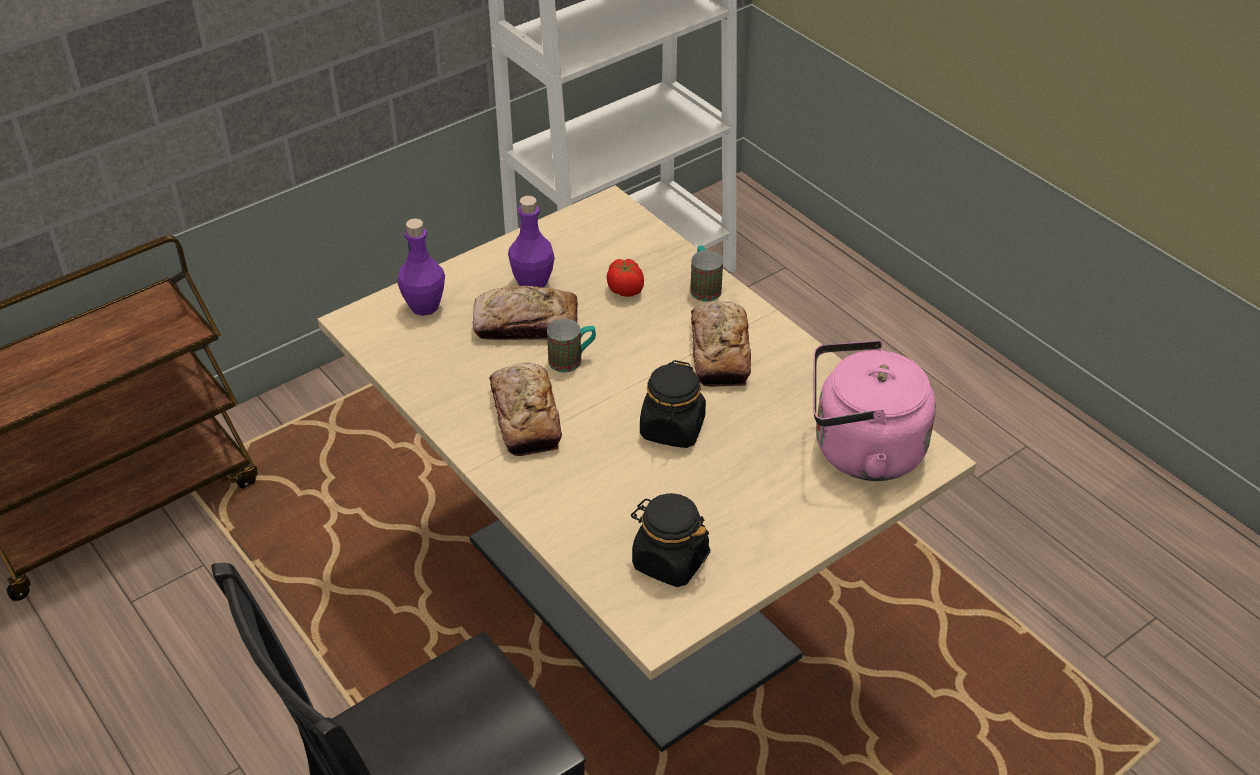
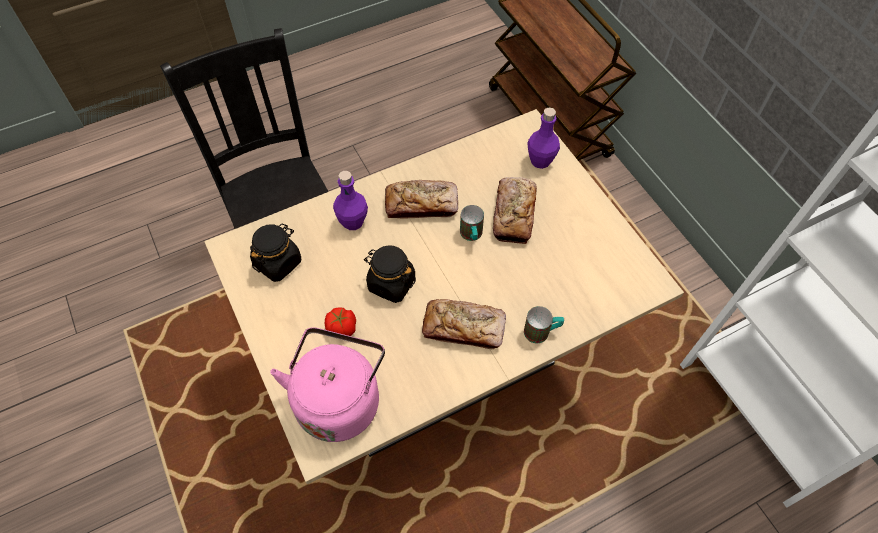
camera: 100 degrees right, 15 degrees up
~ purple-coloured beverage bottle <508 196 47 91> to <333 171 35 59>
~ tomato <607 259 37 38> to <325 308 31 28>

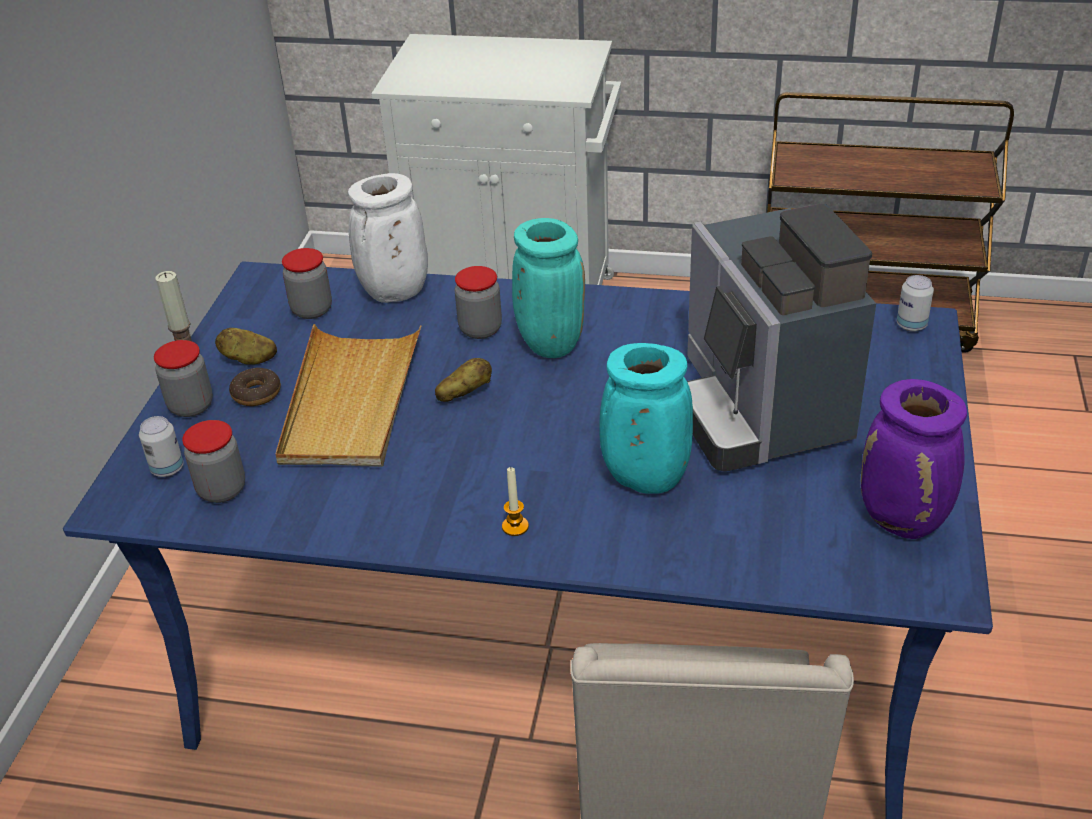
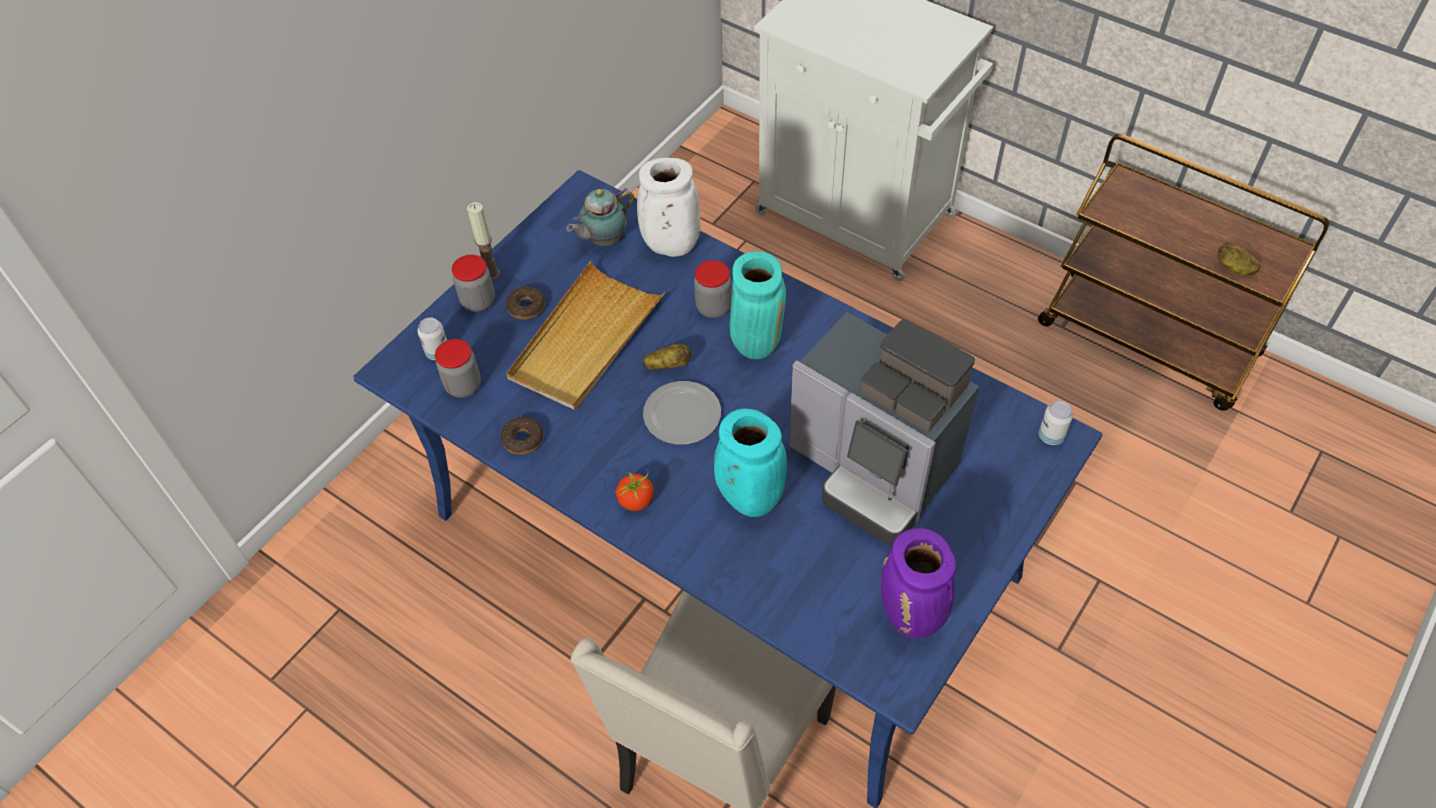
camera: 25 degrees right, 15 degrees up
~ potato <215 328 62 37> to <1218 243 42 33>
~ storage jar <282 248 50 71> to pot for tea <566 188 68 58>
~ wax light <502 467 27 69> to tomato <614 471 40 40>
~ coffee maker <687 204 189 267> = <789 312 190 234> 60 degrees counterclockwise
+ ring doughnut <501 417 43 38>
+ plate <643 381 78 64>

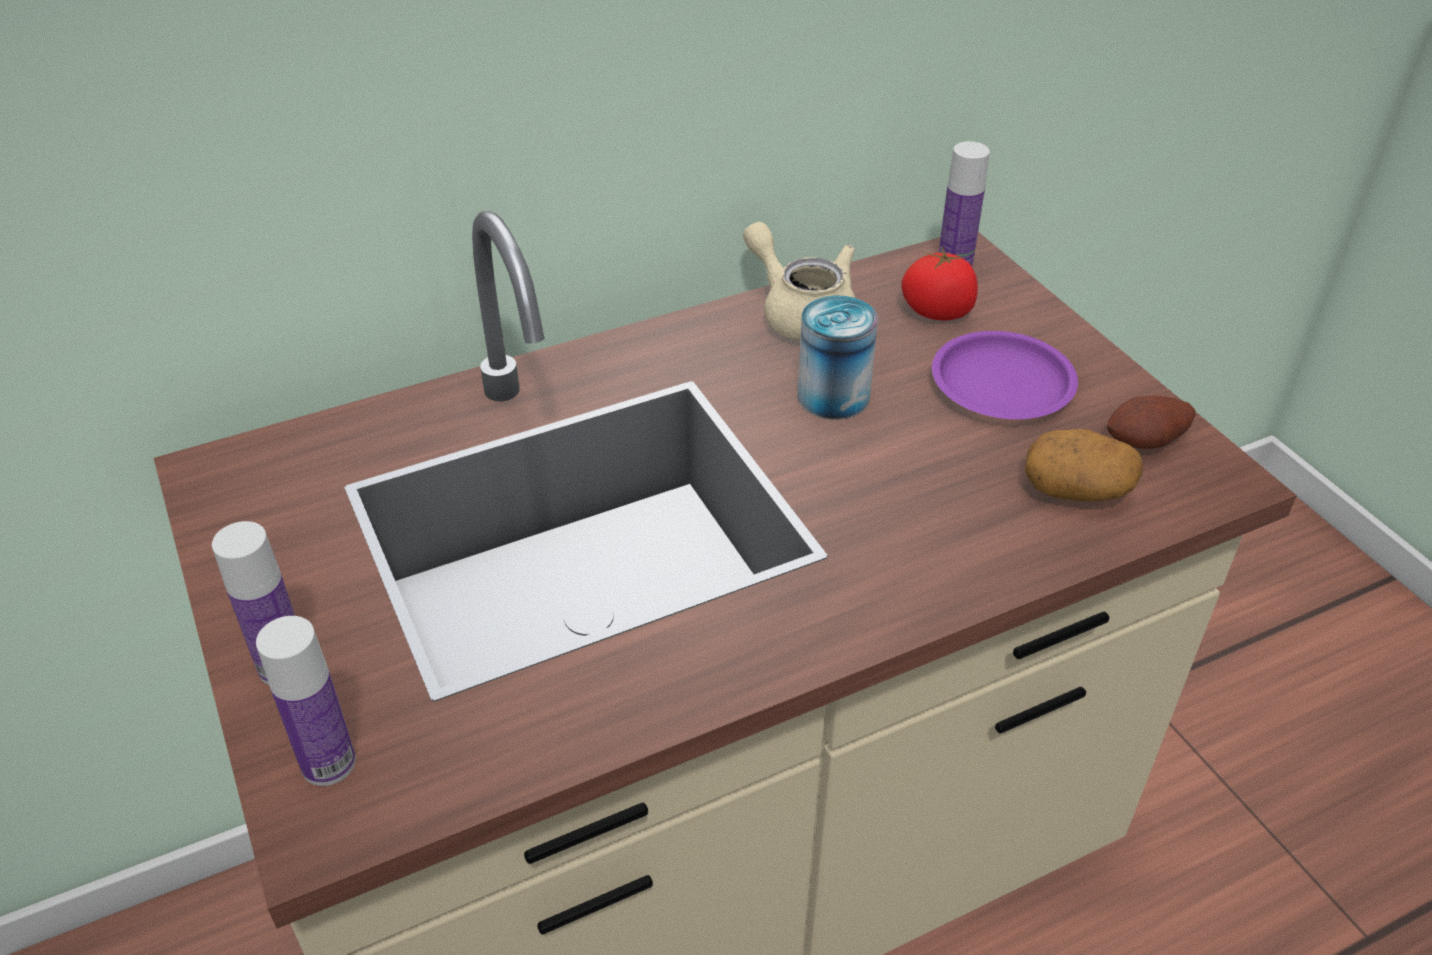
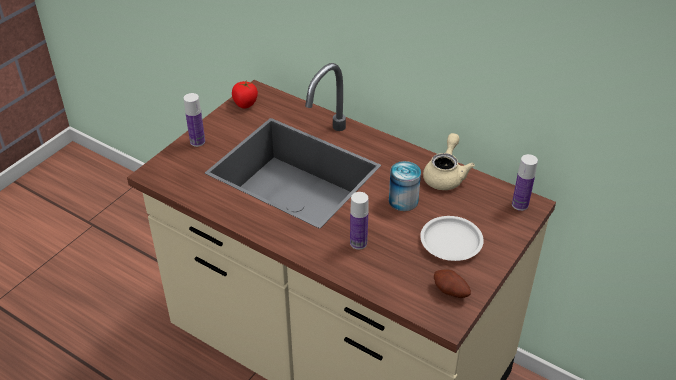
camera: 60 degrees right, 0 degrees up
~ beverage bottle <256 616 100 170> to <350 192 18 58>
~ tomato <901 247 77 73> to <232 80 26 28>
~ purple-coloured plate <932 331 146 88> to white plate <420 216 64 45>
- potato <1025 429 118 72>

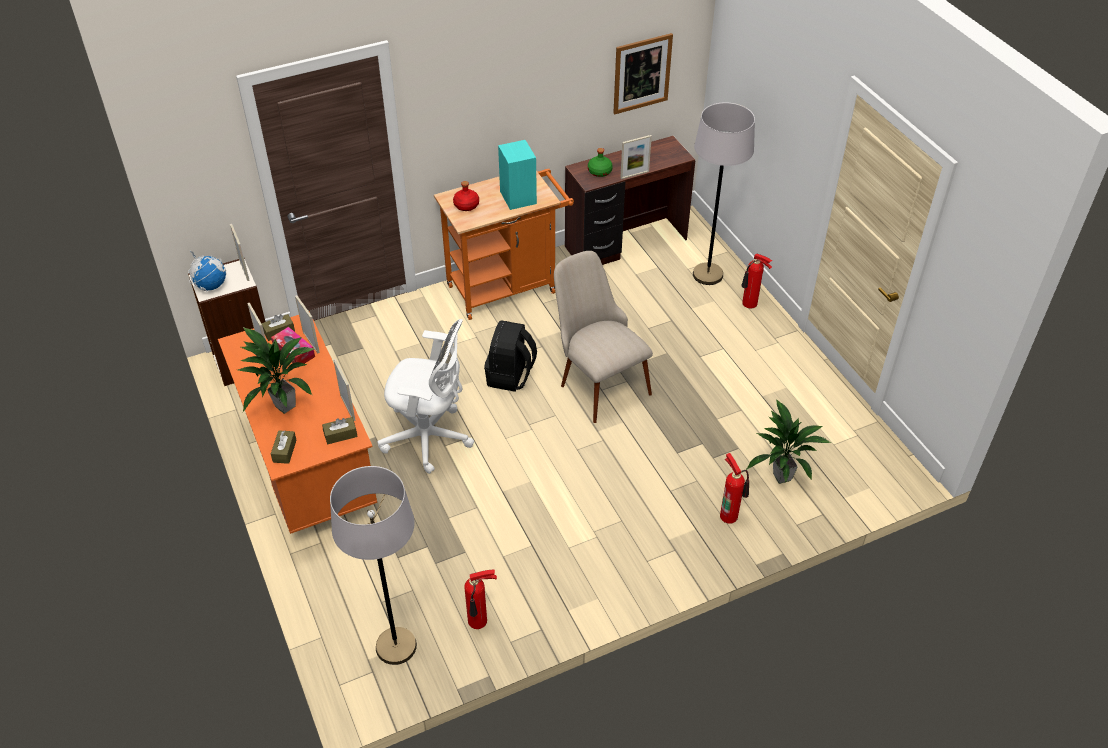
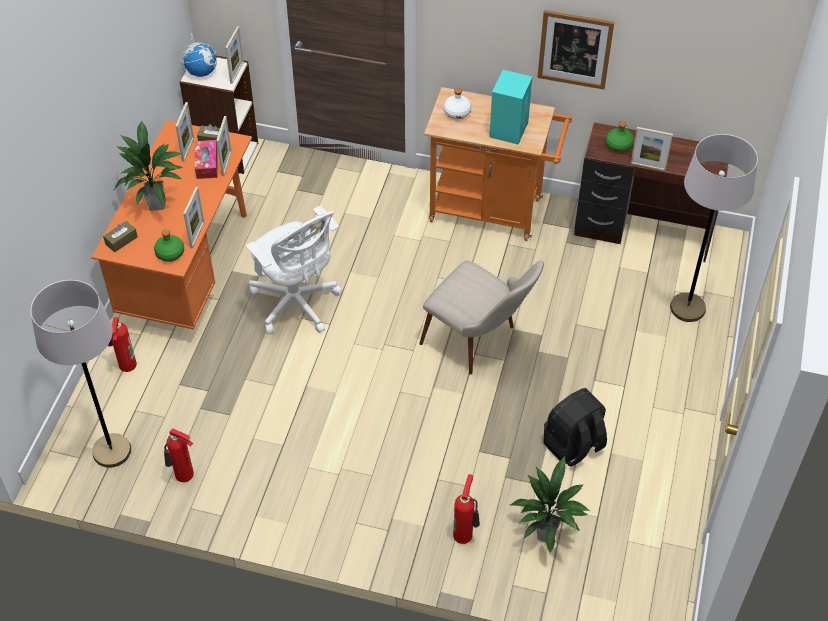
camera: 40 degrees right, 5 degrees up
~ brown tissue holder <322 417 35 27> to green beverage bottle <154 229 30 33>
~ red beverage bottle <453 181 26 30> to white beverage bottle <444 88 27 31>
~ black knapsack <484 320 53 72> to <544 388 63 79>
~ beige upright chair <554 251 99 172> = <419 260 125 115> 120 degrees clockwise
~ wall art <613 33 60 81> to <537 10 77 79>
~ extinguisher <741 254 31 55> to <108 317 29 55>

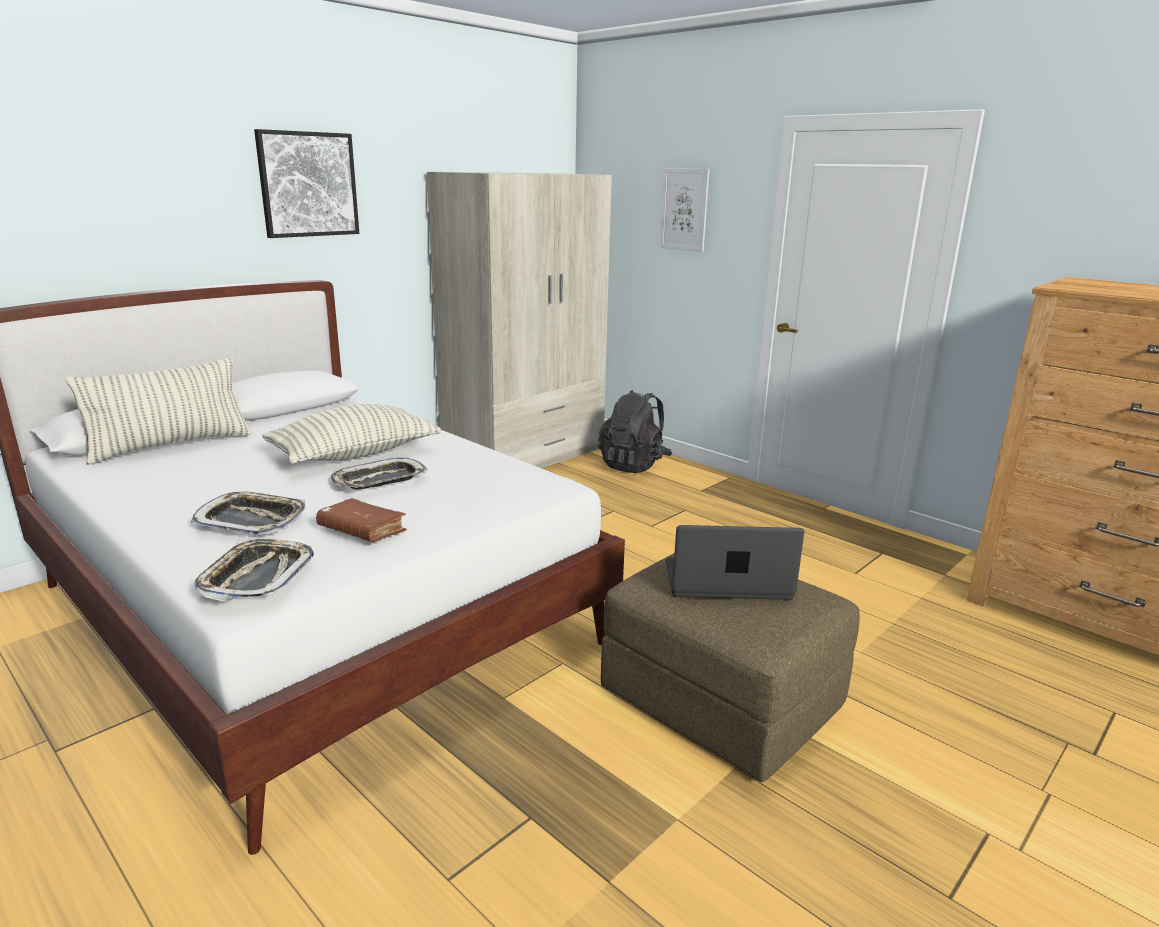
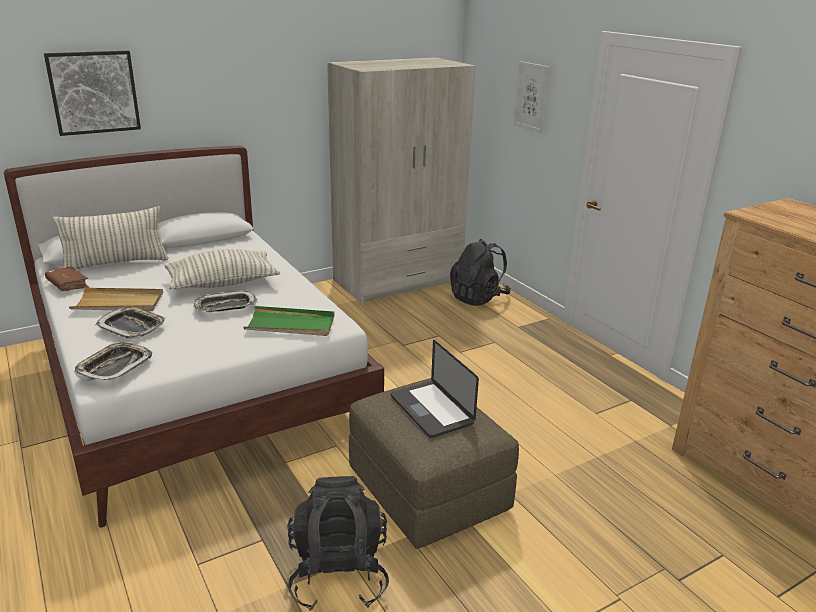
camera: 15 degrees right, 5 degrees up
~ wall art <254 129 105 109> to <44 51 97 85>
~ brown bound book <316 498 91 44> to <45 267 44 24>
~ laptop <666 525 138 75> = <390 340 89 98> 135 degrees counterclockwise
+ beige serving tray <69 288 94 23>
+ green serving tray <243 306 92 30>
+ black knapsack <287 476 102 135>

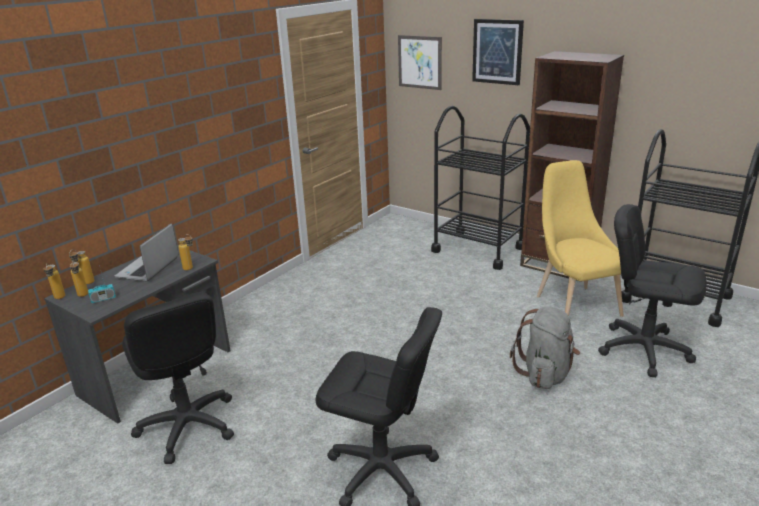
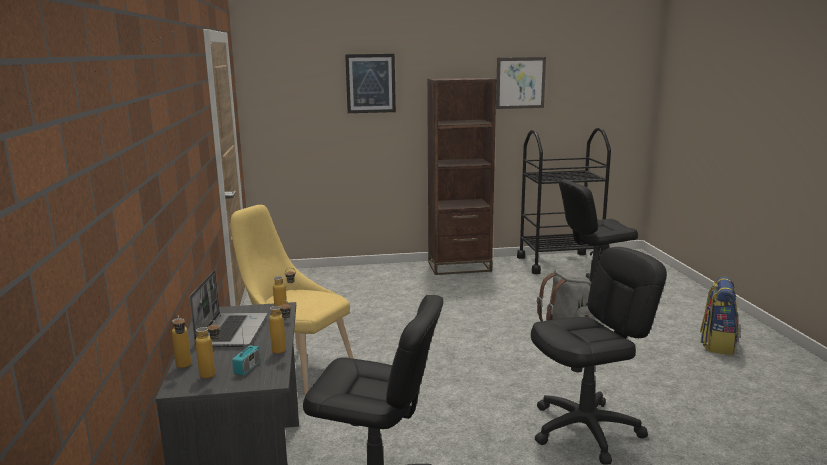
camera: 45 degrees left, 10 degrees down
~ beverage bottle <44 263 21 36> to <269 300 22 54>
~ laptop <114 223 65 58> = <190 270 77 77> 150 degrees counterclockwise
~ wall art <398 35 44 55> to <496 57 50 52>
- black cart <431 106 99 164>
~ yellow upright chair <537 160 87 157> to <231 205 122 190>
+ knapsack <700 277 39 78>

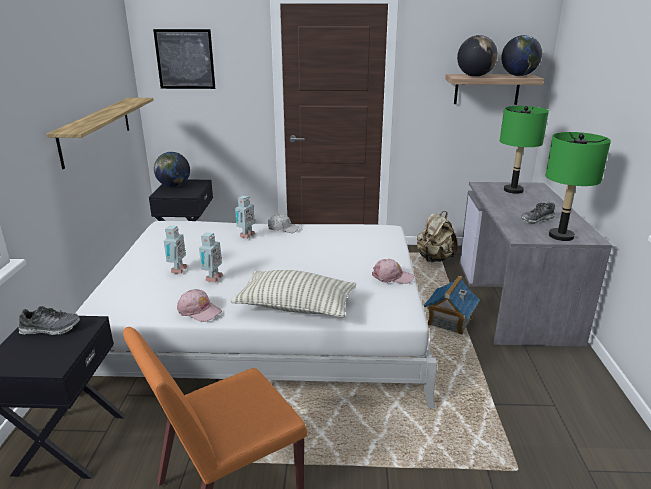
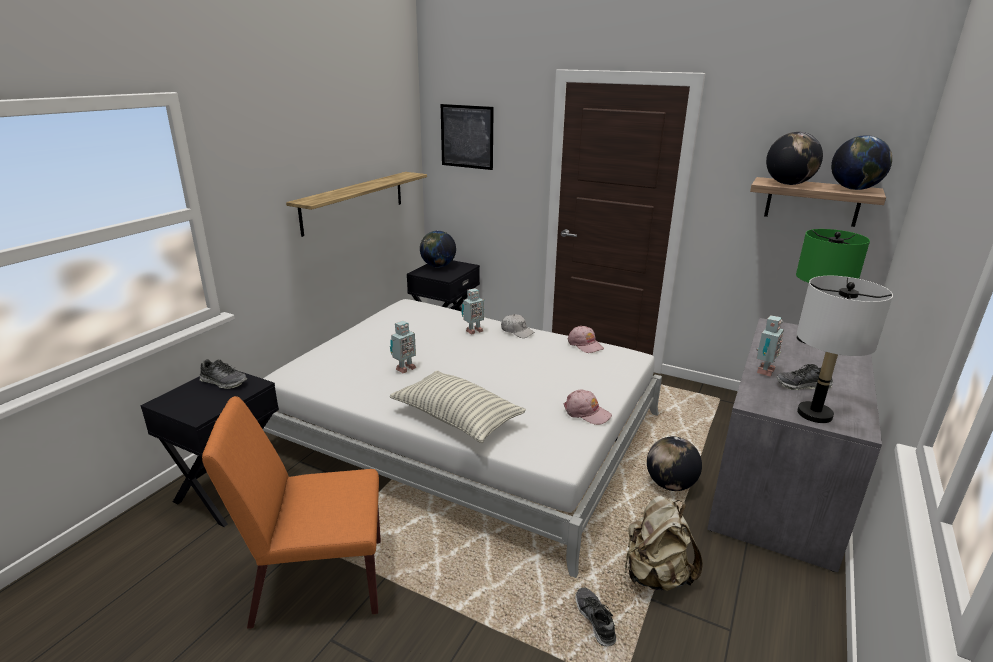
camera: 25 degrees right, 0 degrees up
~ model robot <164 226 23 48> to <756 315 28 62>
~ pinkish baseball cap <177 289 45 33> to <568 326 36 27>
~ beige knapsack <417 211 41 51> to <624 495 79 96>
~ model house <424 276 56 59> to globe <647 436 55 55>
~ green table lamp <546 132 65 109> to white table lamp <797 276 96 147>
+ shoe <576 587 40 59>

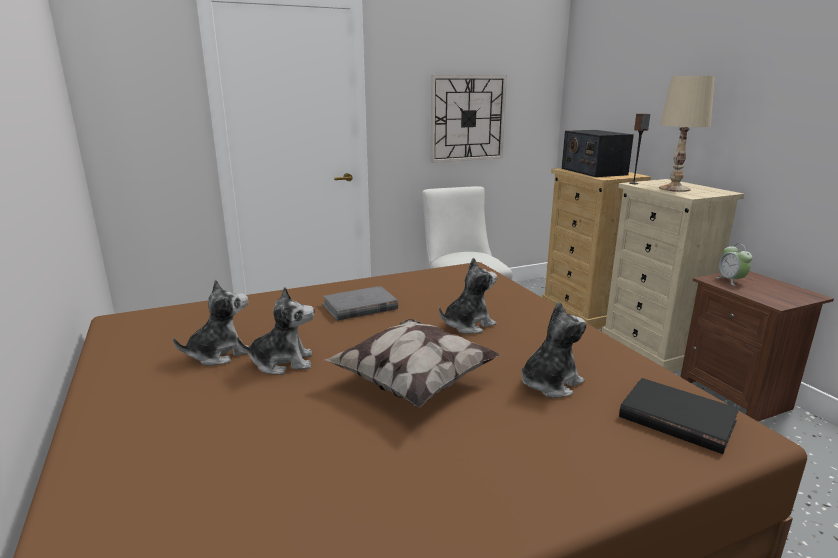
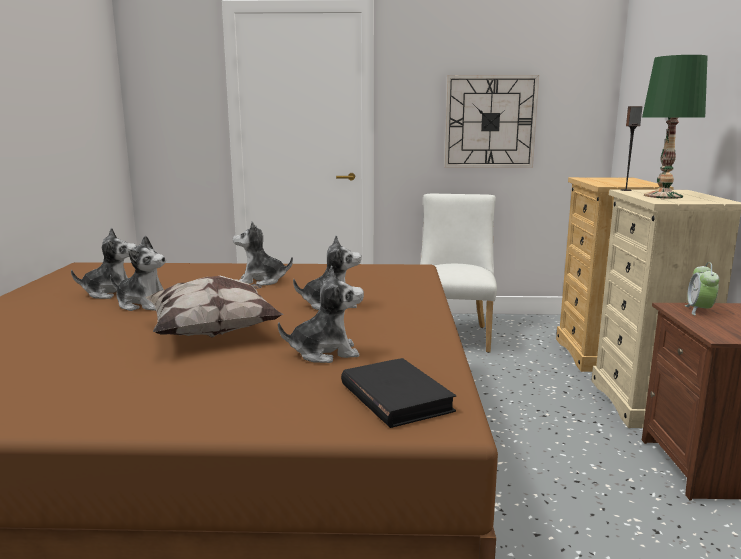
camera: 25 degrees right, 5 degrees down
~ grey bound book <322 286 76 35> to cuddly toy <233 221 60 65>
- radio <562 130 72 47>
~ beige table lamp <659 76 56 116> to green table lamp <642 55 66 144>

